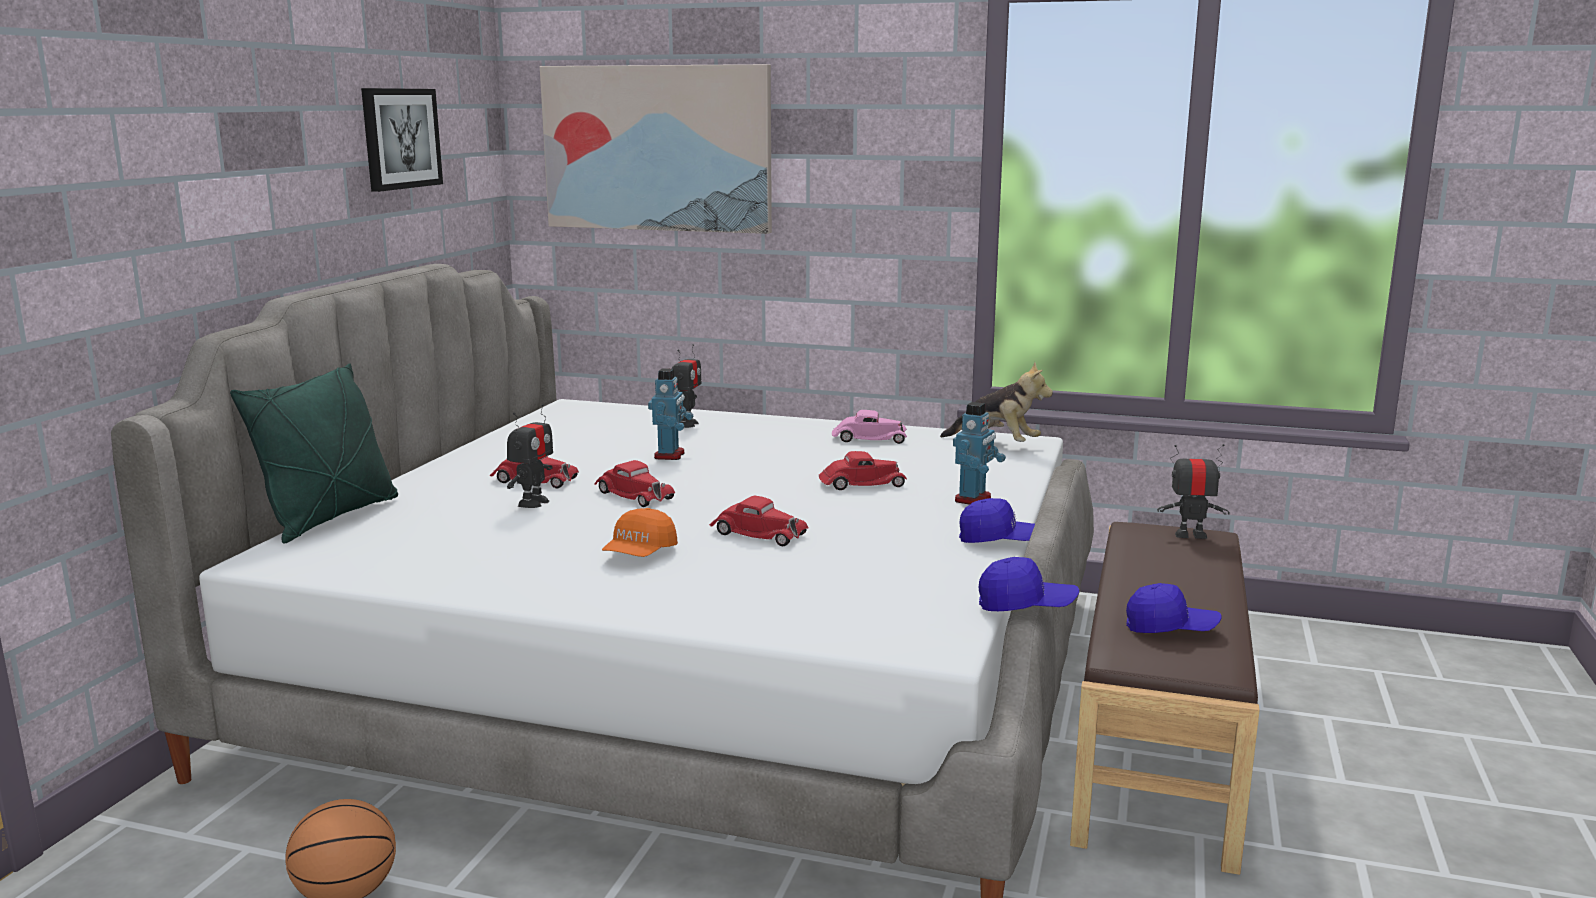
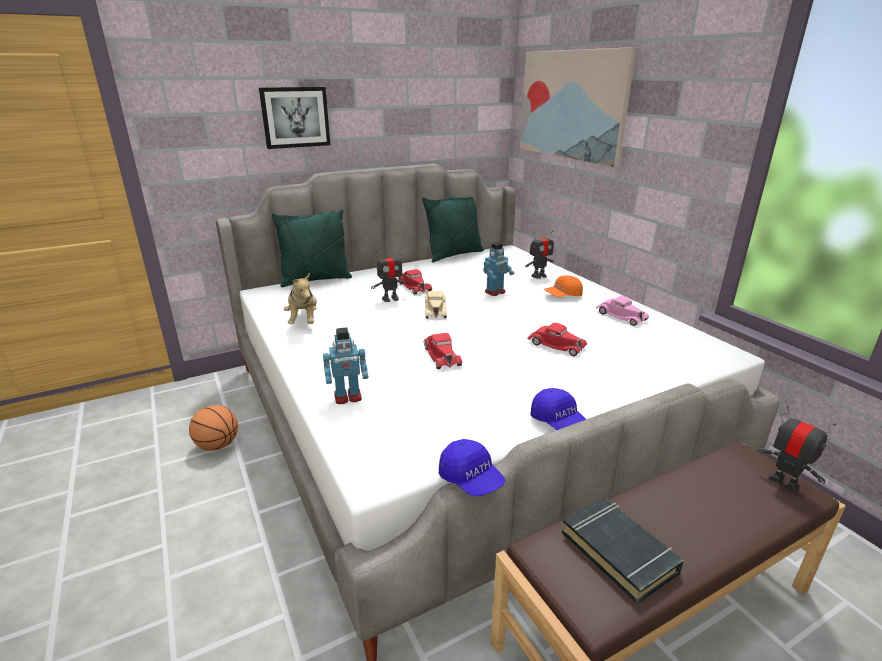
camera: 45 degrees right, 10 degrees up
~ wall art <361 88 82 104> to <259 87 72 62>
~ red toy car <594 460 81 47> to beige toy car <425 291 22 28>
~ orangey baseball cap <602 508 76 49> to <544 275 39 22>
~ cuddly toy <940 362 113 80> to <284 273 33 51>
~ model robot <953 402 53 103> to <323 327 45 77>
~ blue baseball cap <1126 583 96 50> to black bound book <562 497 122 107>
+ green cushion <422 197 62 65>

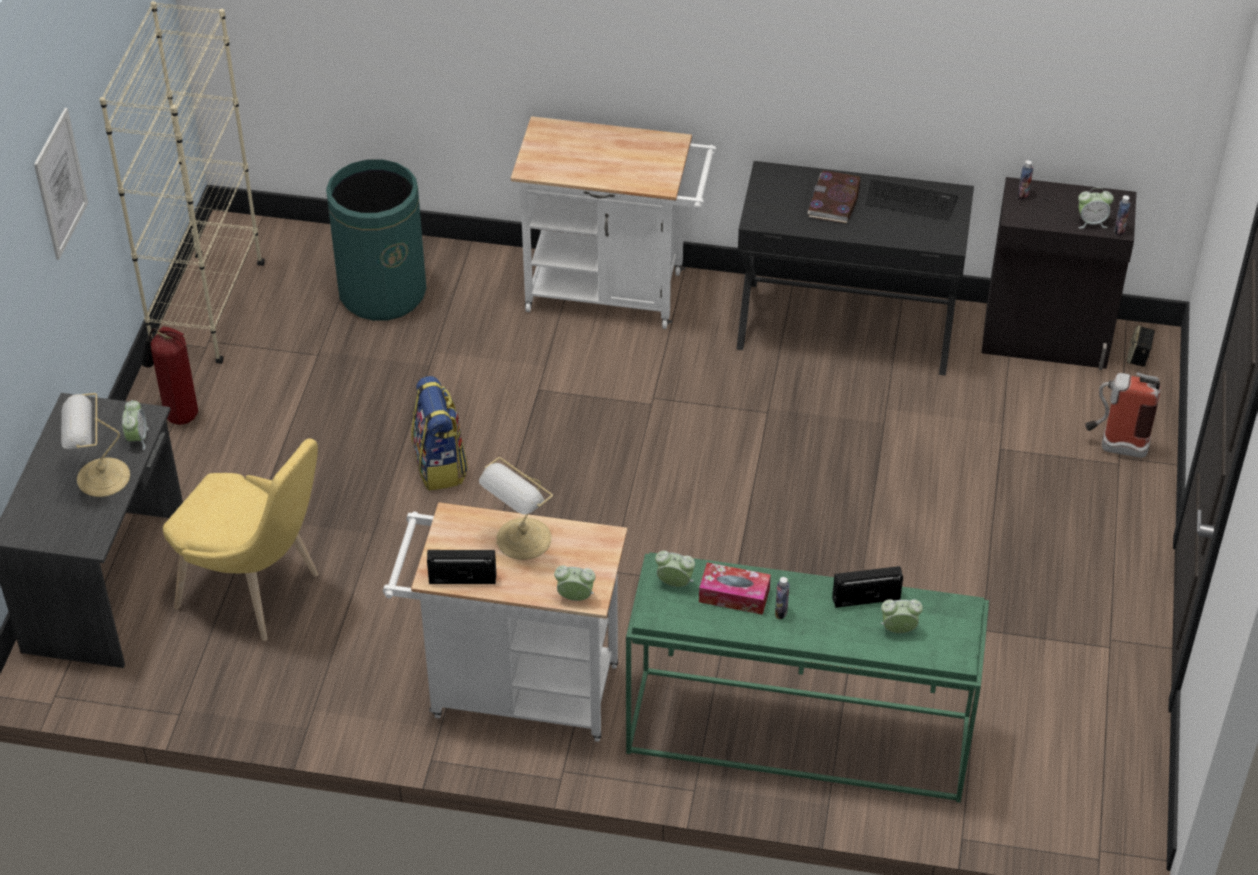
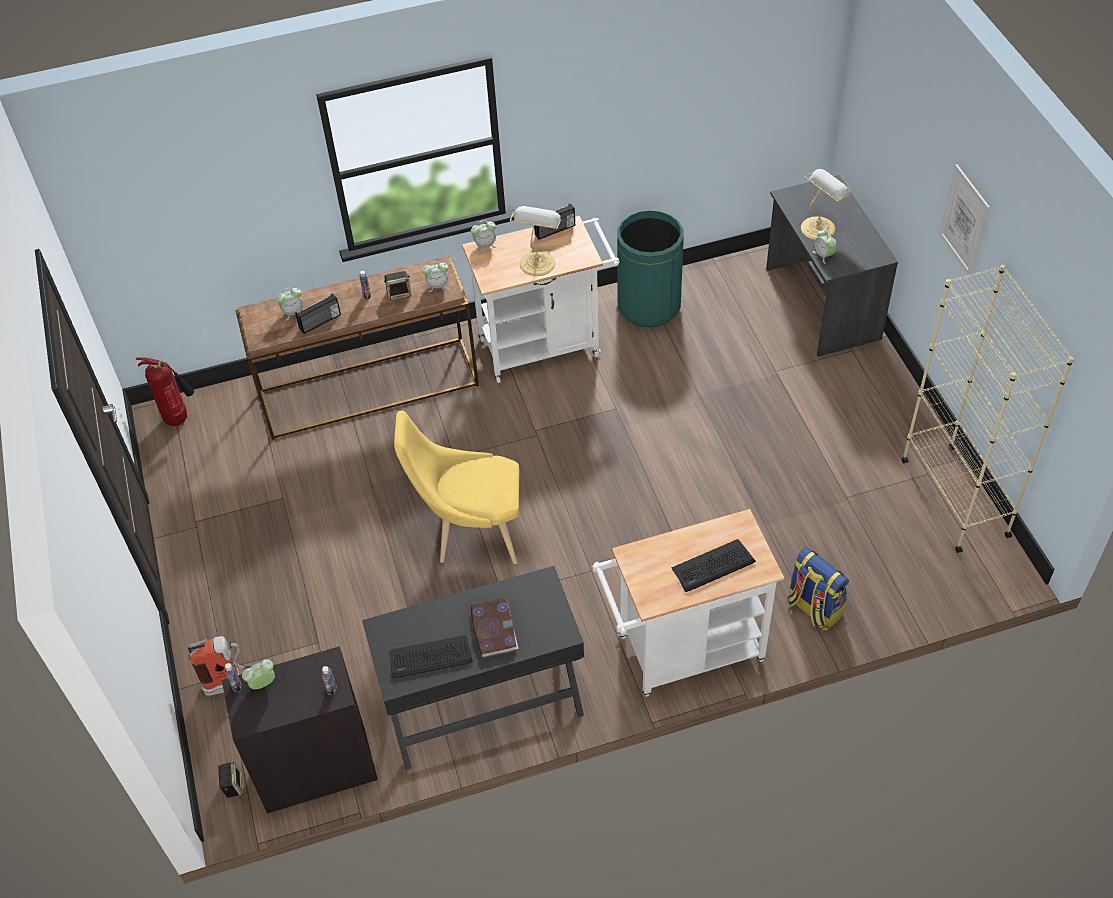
camera: 155 degrees right, 5 degrees up
~ extinguisher <141 326 57 99> to <136 357 58 69>
~ yellow upright chair <163 438 155 203> to <394 411 126 153>
~ green rubbish bin <326 159 100 162> to <617 210 67 118>
~ knapsack <411 376 57 115> to <787 547 62 84>
~ green hall table <626 552 363 251> to brown hall table <235 256 244 184>
~ tissue holder <699 563 72 52> to speaker <384 271 27 29>
+ keyboard <672 539 84 53>

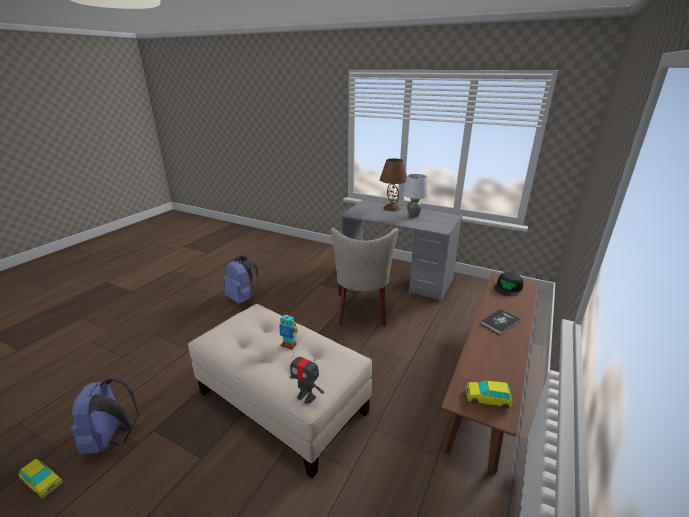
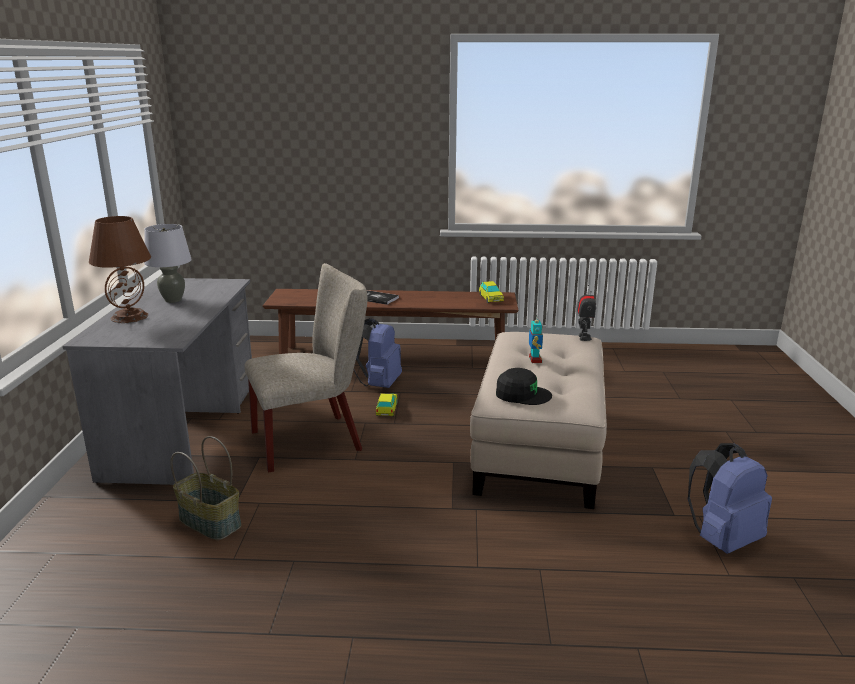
camera: 115 degrees left, 5 degrees down
~ toy car <19 458 44 41> to <376 393 22 23>
~ blue knapsack <223 256 35 48> to <354 318 48 70>
~ black baseball cap <494 272 30 24> to <496 368 56 37>
+ basket <171 436 71 104>

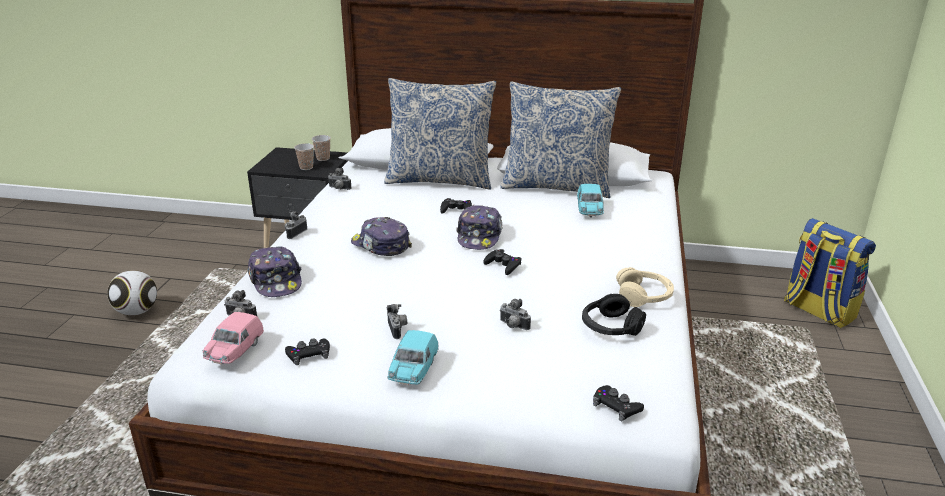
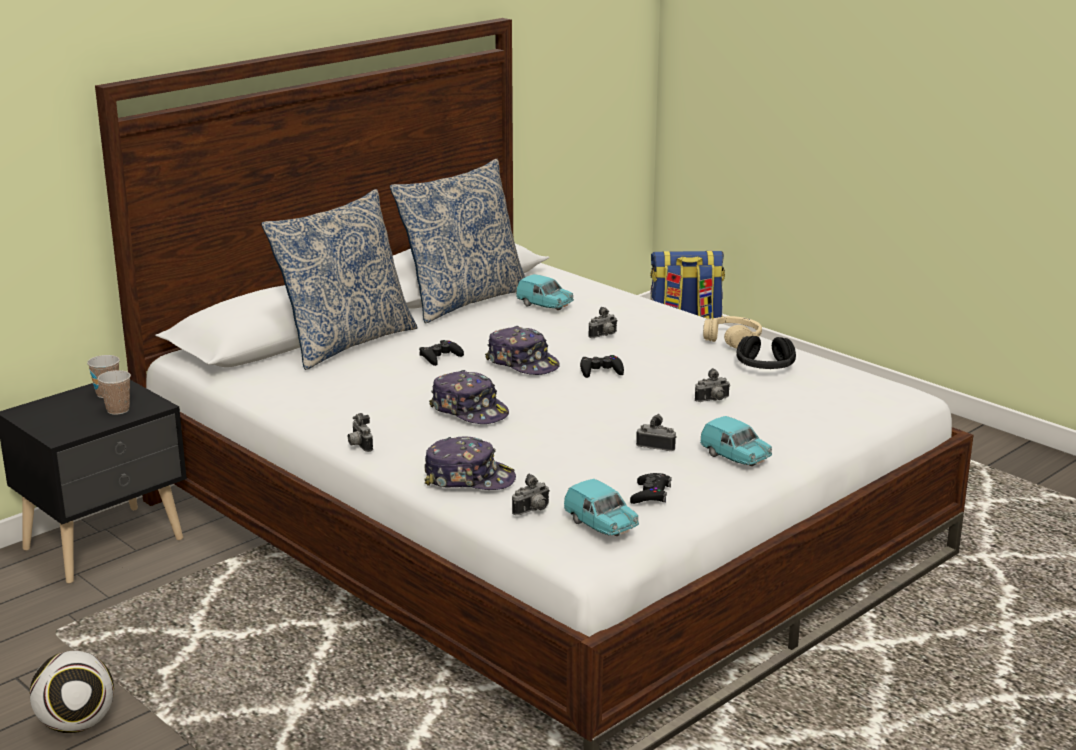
camera: 55 degrees left, 5 degrees down
~ pinkish toy car <203 312 61 52> to turquoise toy car <564 479 75 57>
~ photo camera <328 168 24 22> to <588 307 30 31>
~ baseball cap <351 217 61 39> = <429 370 80 54> 120 degrees counterclockwise
- black game controller <593 385 51 36>

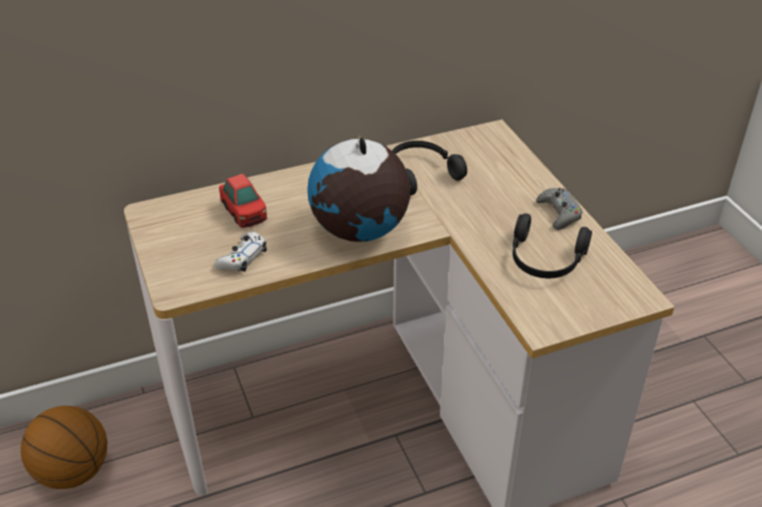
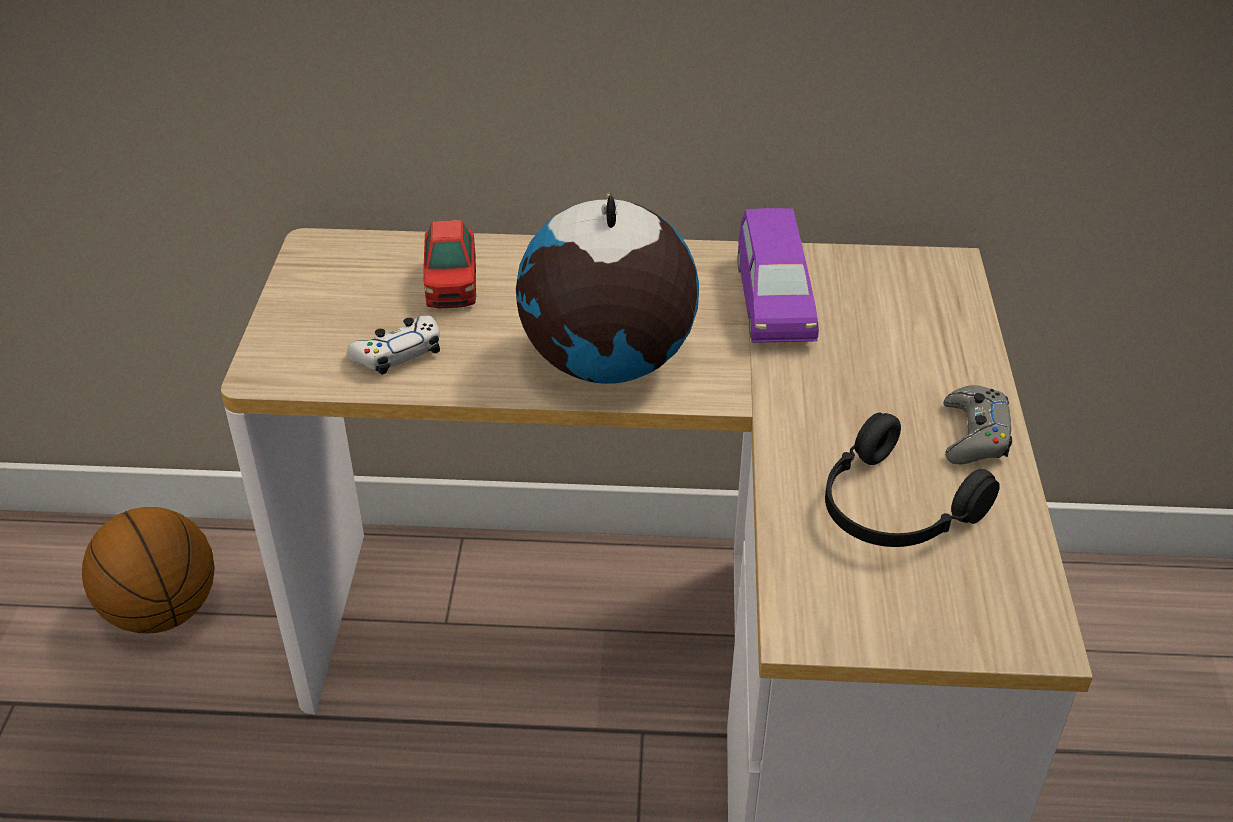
camera: 25 degrees right, 0 degrees up
~ black headphones <392 141 75 54> to purple-coloured toy car <738 208 81 135>

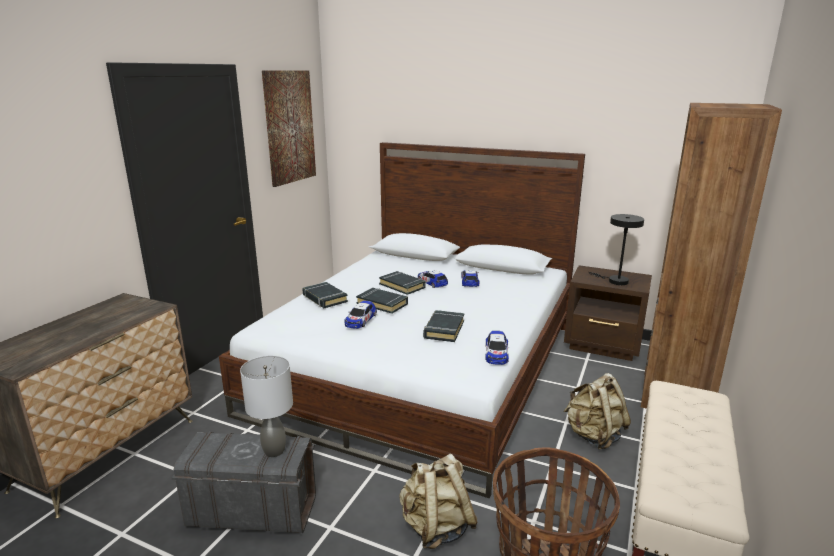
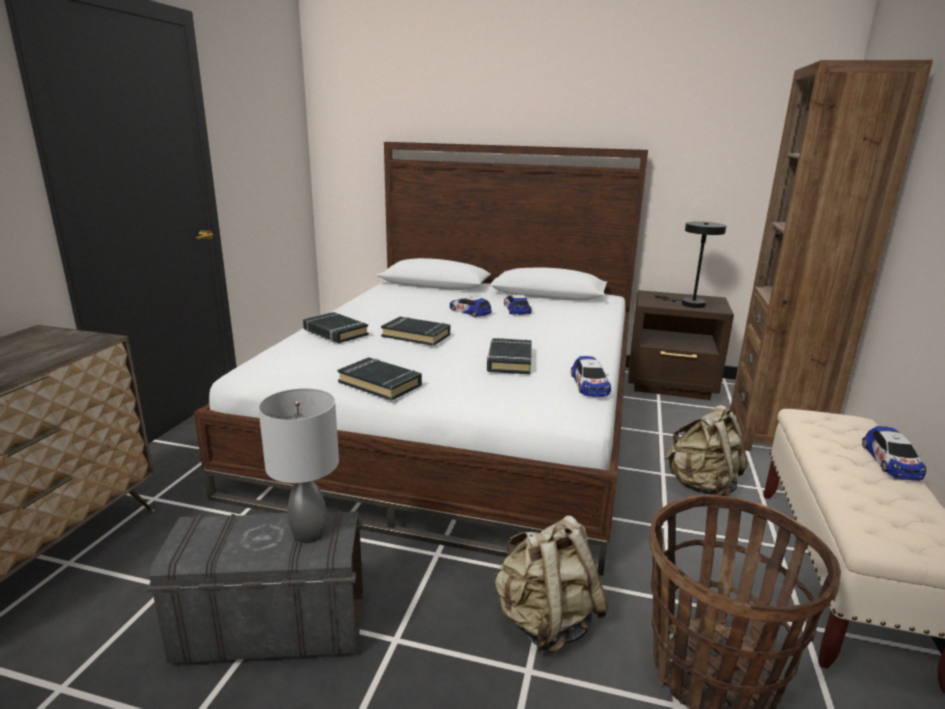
camera: 10 degrees left, 0 degrees up
- wall art <262 71 54 116>
~ toy car <344 301 33 28> to <862 426 64 55>
~ black bound book <379 271 46 24> to <338 357 84 44>

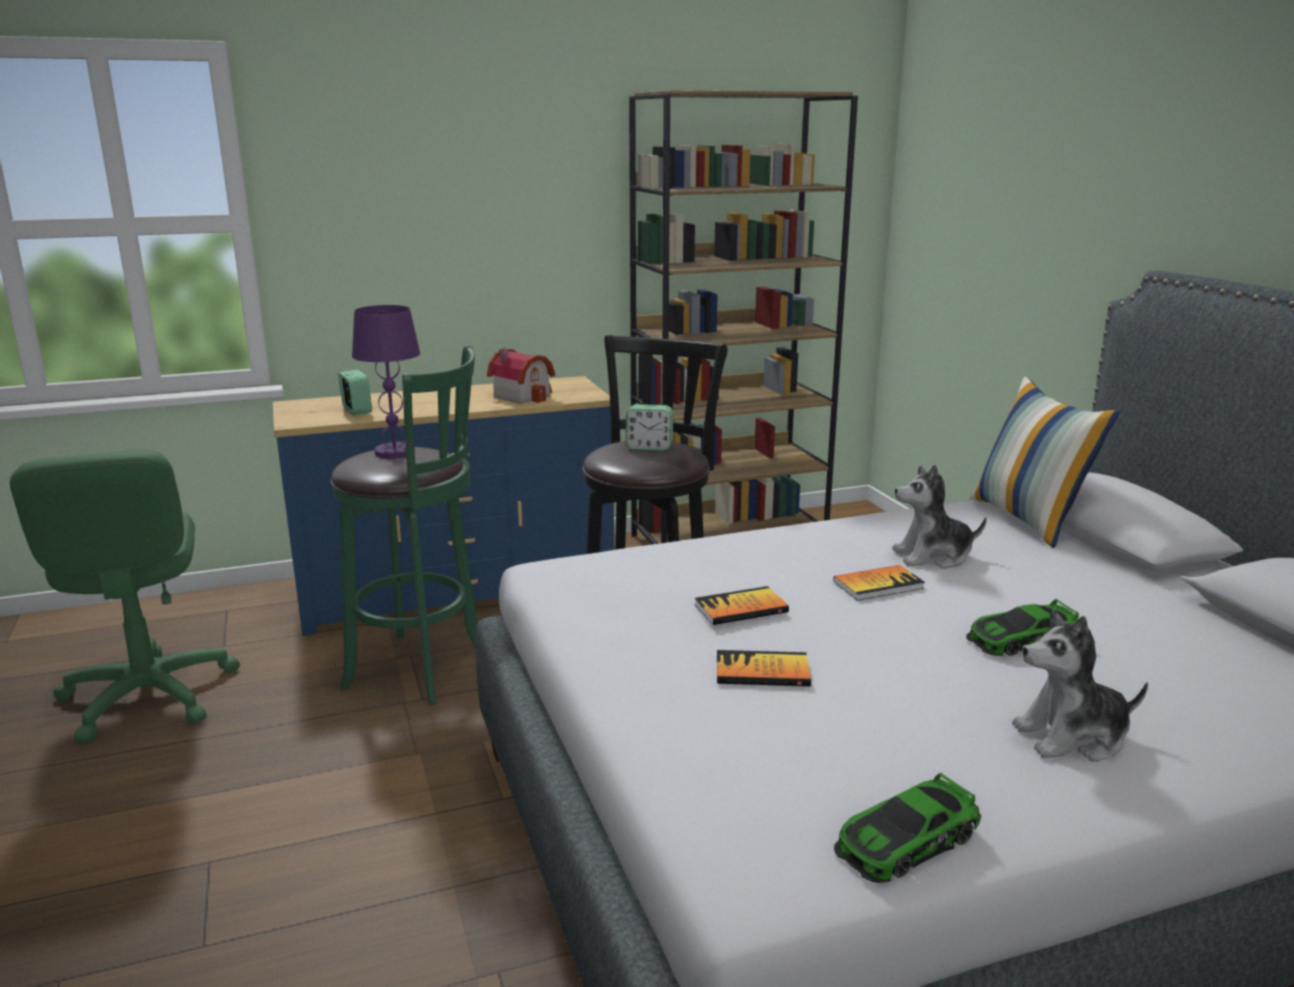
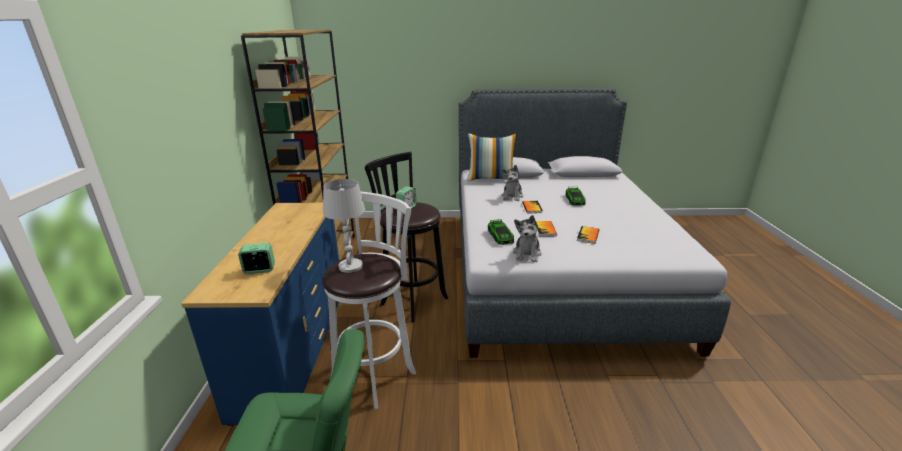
camera: 70 degrees left, 5 degrees up
~ green stool <330 345 147 360> to white stool <322 192 94 217>
~ purple-coloured table lamp <352 305 68 154> to white table lamp <323 179 42 94>
- model house <487 348 68 56>
~ toy car <834 773 147 110> to <488 219 26 26>
~ cuddly toy <1012 610 136 152> to <513 215 29 47>

